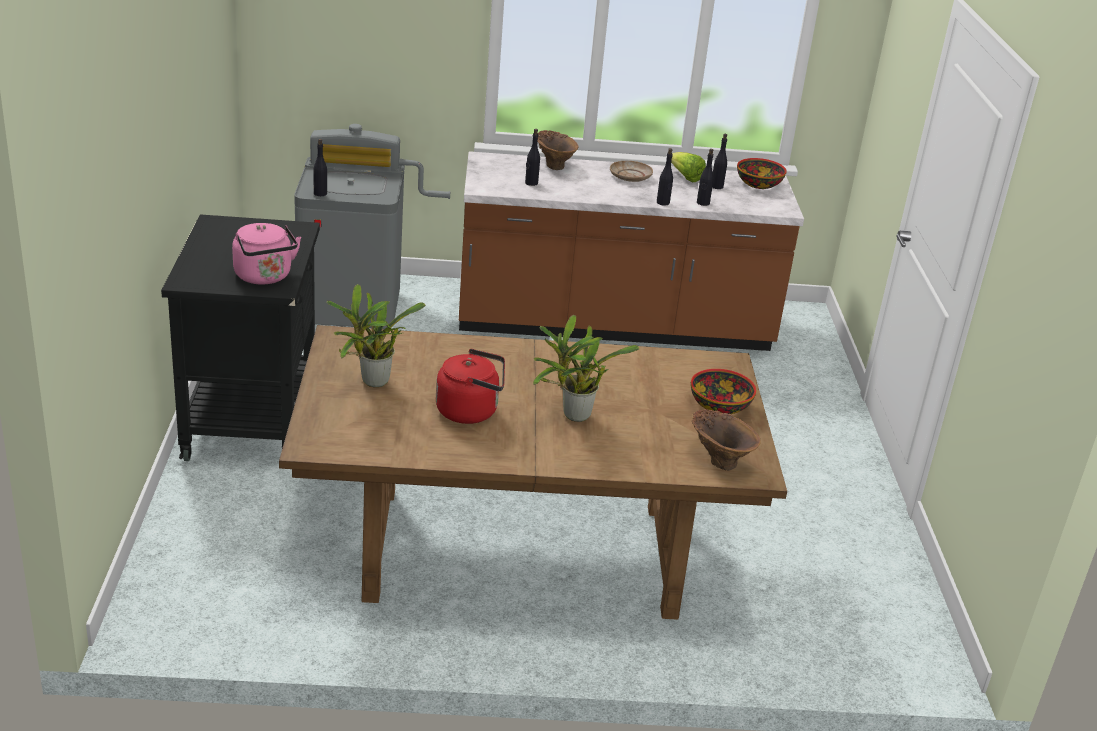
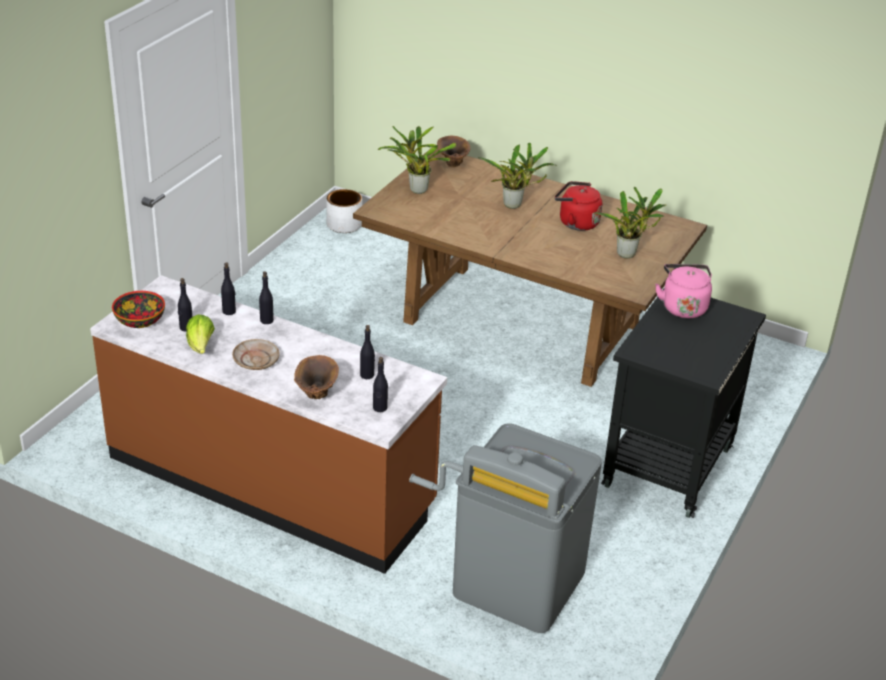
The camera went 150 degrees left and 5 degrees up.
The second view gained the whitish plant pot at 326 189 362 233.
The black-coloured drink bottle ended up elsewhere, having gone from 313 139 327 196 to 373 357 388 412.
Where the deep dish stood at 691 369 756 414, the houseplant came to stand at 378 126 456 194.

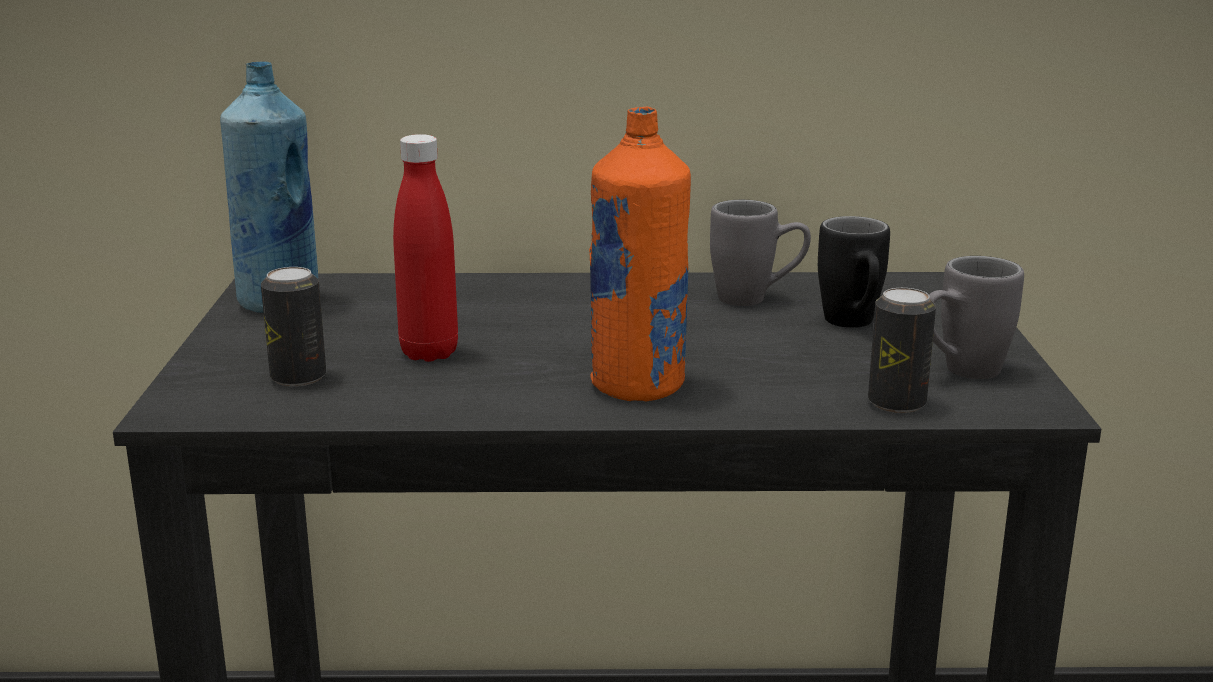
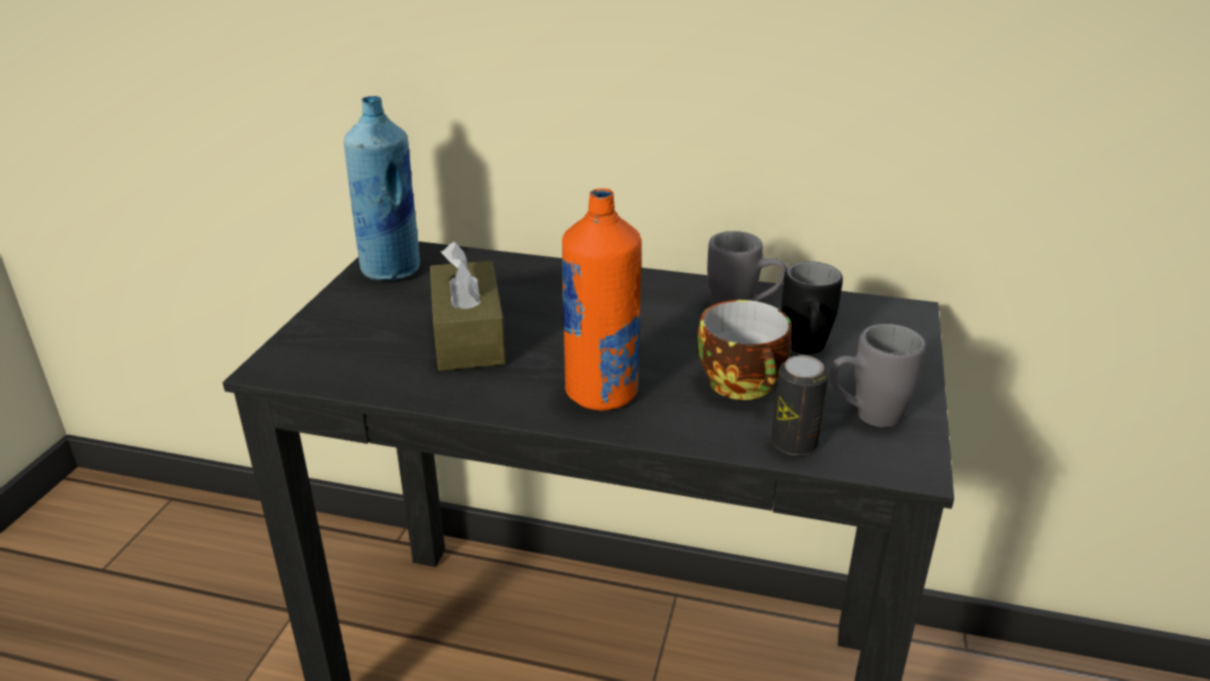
The camera went 15 degrees right and 10 degrees up.
Where the red drink bottle stood at 393 134 458 362, the brown-coloured tissue holder came to stand at 430 242 506 371.
The second view gained the drinking cup at 697 300 792 400.
The second view lost the can at 261 267 326 387.

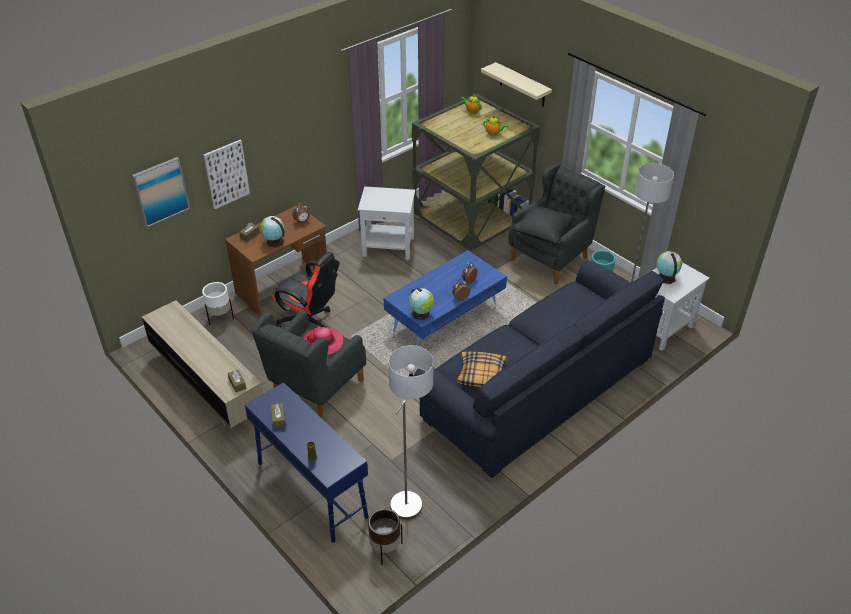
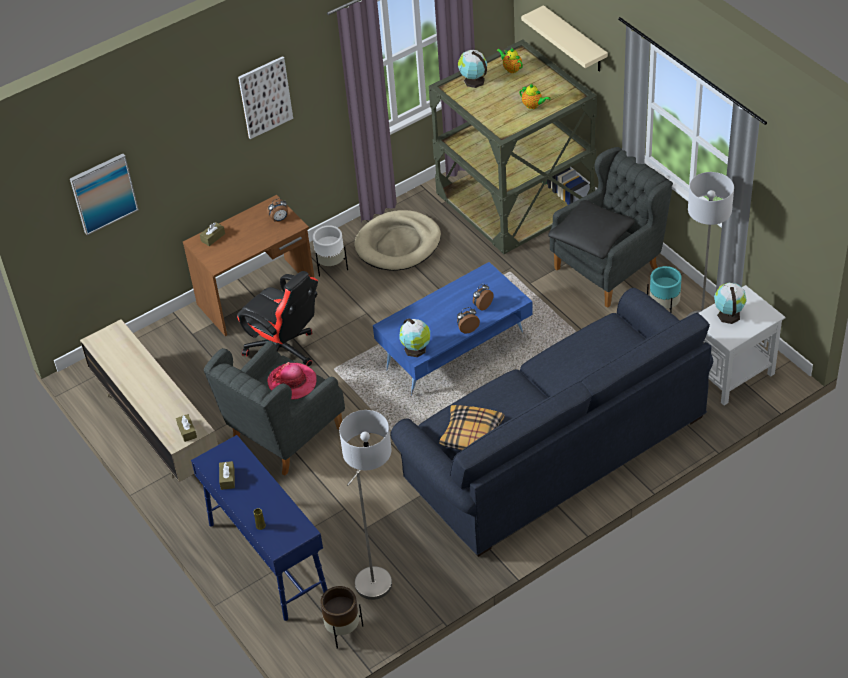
The camera went 10 degrees right and 5 degrees up.
The wall art ended up elsewhere, having gone from 203 140 250 209 to 238 56 293 139.
The whitish plant pot ended up elsewhere, having gone from 202 282 234 325 to 313 225 348 277.
Where the whitish end table stood at 358 186 415 260, the beige pet bed came to stand at 354 210 441 271.
The desk globe ended up elsewhere, having gone from 260 216 285 248 to 458 50 487 88.

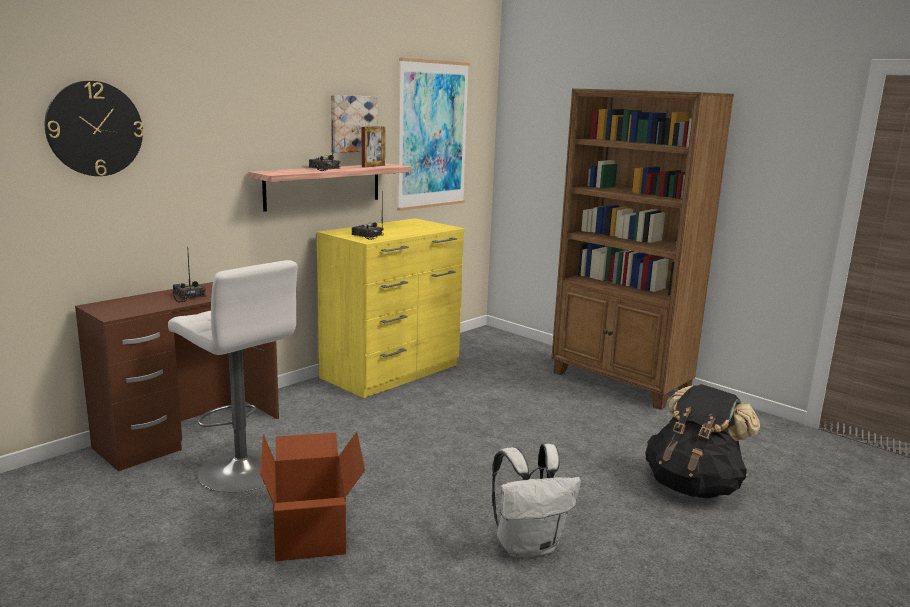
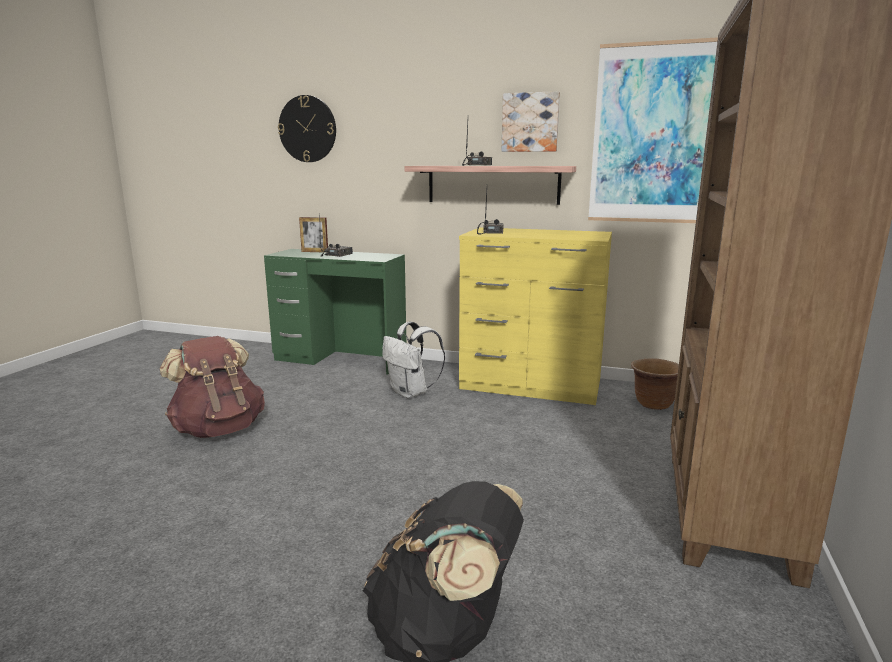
The camera went 65 degrees right and 0 degrees up.
Where the carton stood at 260 432 365 562, the brown-coloured knapsack came to stand at 160 336 265 438.
What was the brown-coloured desk unit at 75 282 279 472 turned into the greenish desk unit at 264 249 407 375.
The photo frame ended up elsewhere, having gone from 362 126 385 167 to 299 217 328 253.
The whitish knapsack ended up elsewhere, having gone from 492 444 581 558 to 382 322 445 398.
The second view gained the brown-coloured plant pot at 631 358 679 410.
The second view lost the whitish stool at 168 260 298 492.

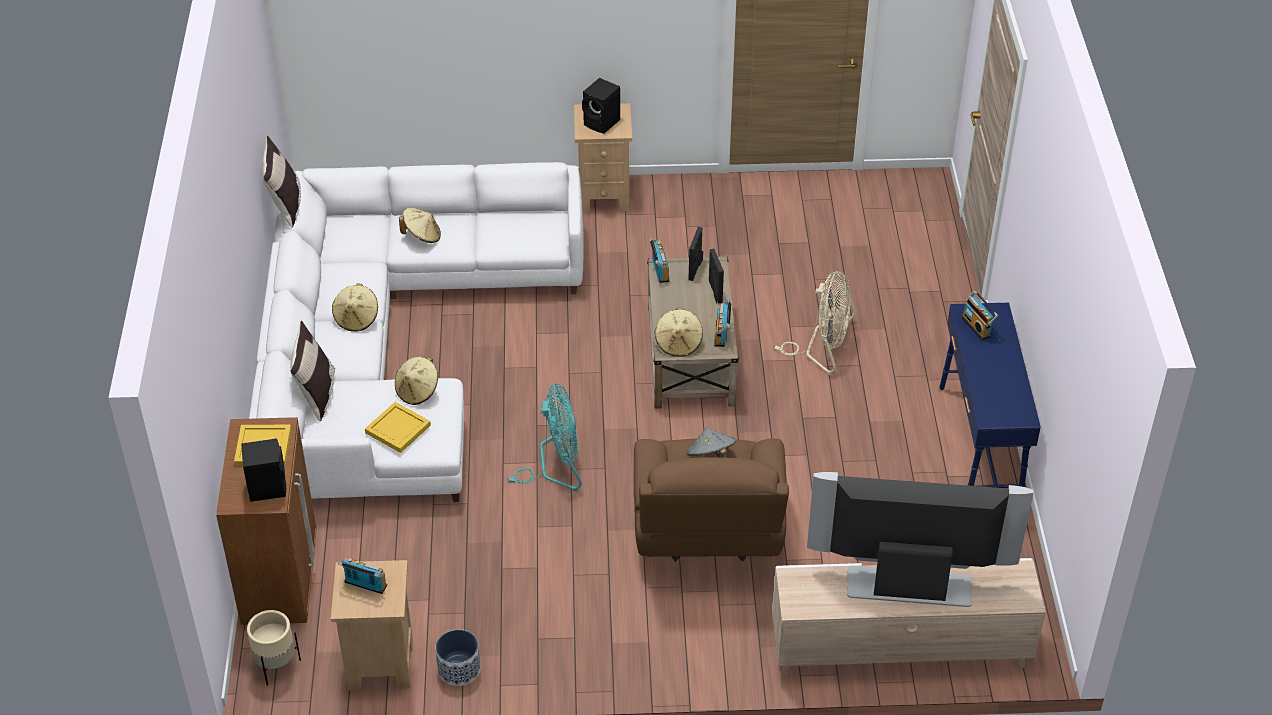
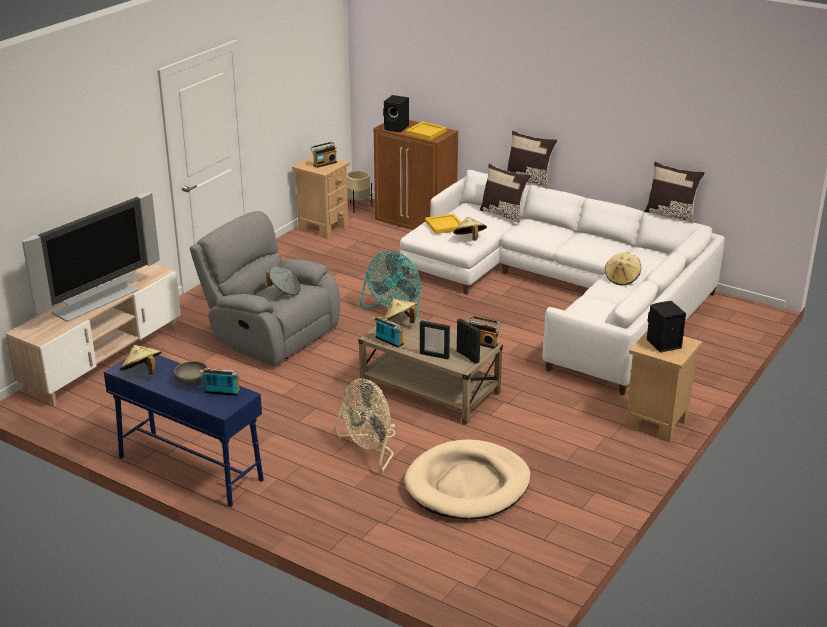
The camera went 125 degrees right and 15 degrees down.
The beige clothing hat ended up elsewhere, having gone from 332 283 378 332 to 120 345 162 375.
The second view gained the gray deep dish at 174 361 208 385.
What was the brown-coloured easy chair at 634 438 789 562 turned into the gray easy chair at 190 211 340 367.
The second view gained the beige pet bed at 404 439 531 519.
The second view gained the cushion at 507 131 557 188.
The second view lost the plant pot at 436 629 480 686.

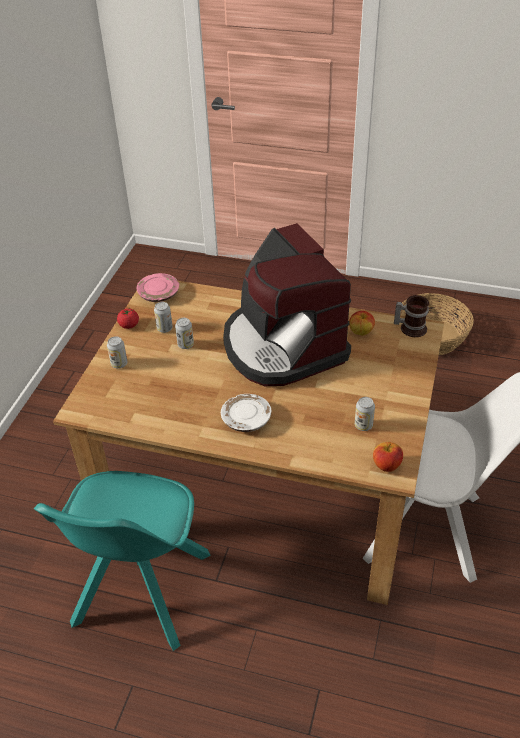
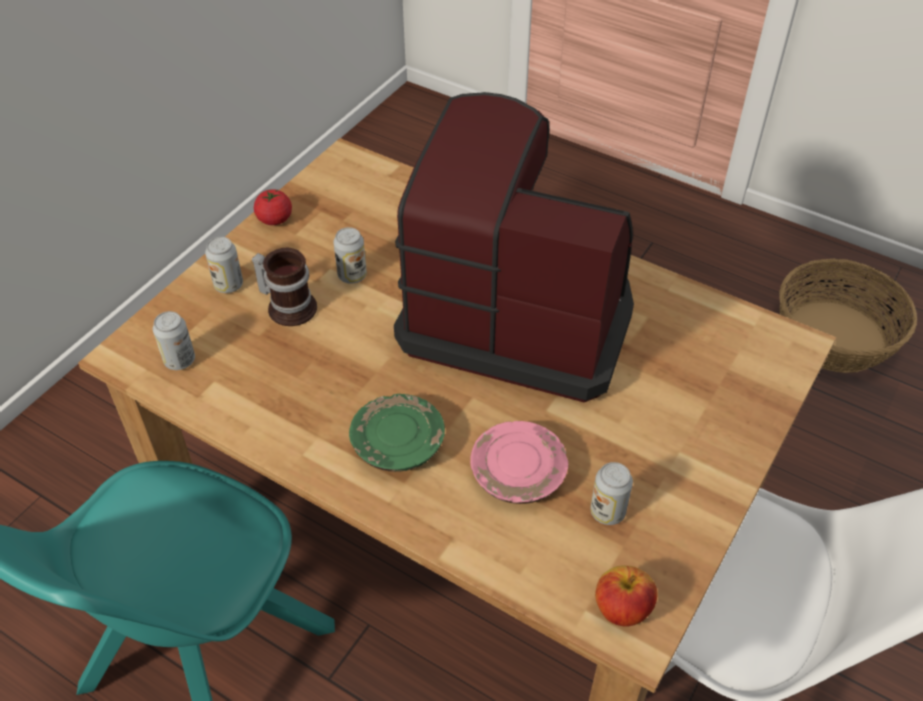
The camera went 15 degrees right and 5 degrees up.
The can ended up elsewhere, having gone from 154 302 173 333 to 153 311 195 370.
The coffee mug ended up elsewhere, having gone from 394 295 429 337 to 252 248 317 326.
What was the whitish plate at 221 394 271 432 turned into the greenish plate at 349 394 445 472.
The coffee machine at 223 223 351 386 ended up facing another way, 120 degrees clockwise from before.
The pinkish plate ended up elsewhere, having gone from 137 273 179 302 to 470 421 568 504.
The second view lost the whole apple at 349 311 375 336.

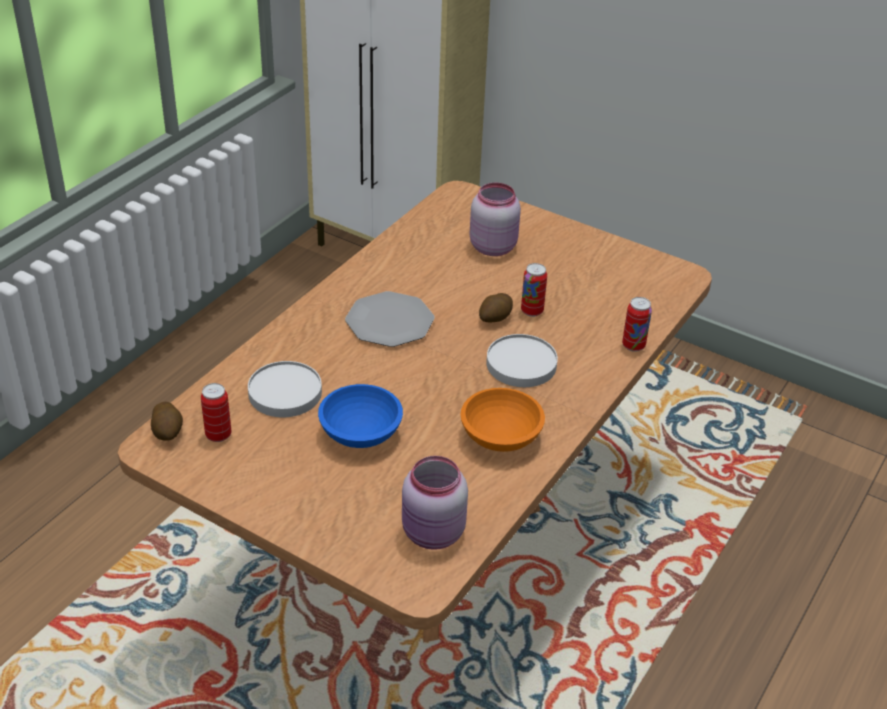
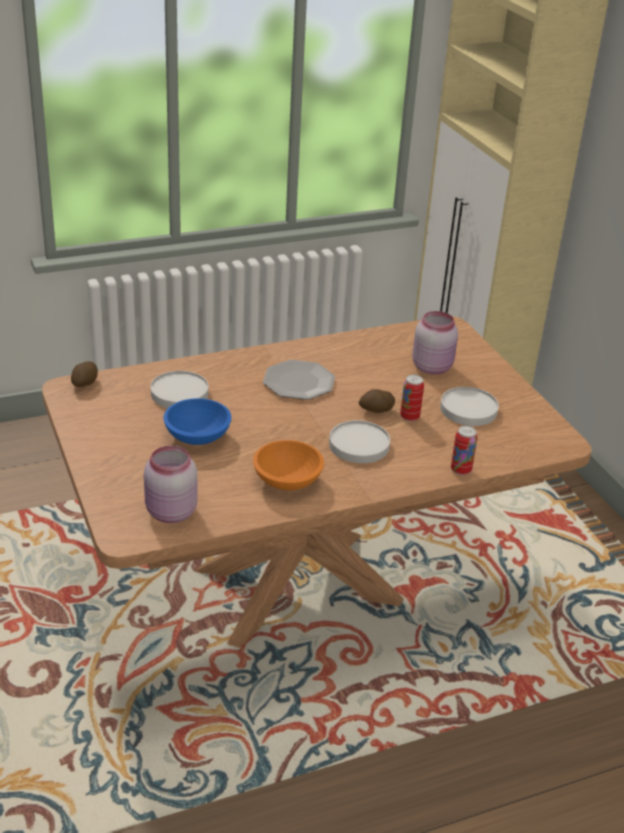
The camera went 35 degrees right and 5 degrees down.
The second view gained the whitish plate at 440 387 499 426.
The second view lost the can at 201 383 231 442.

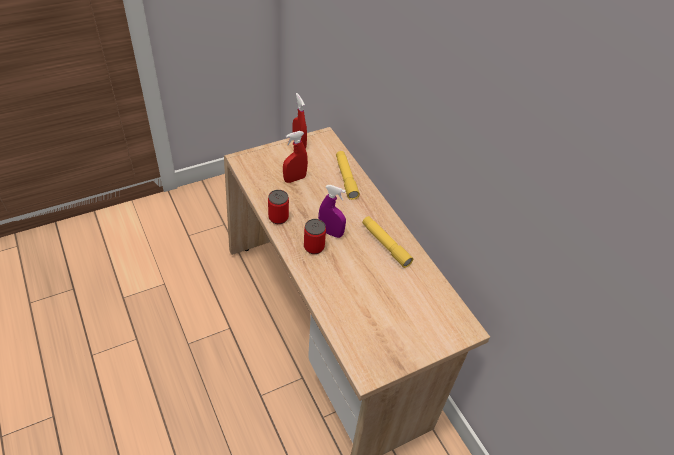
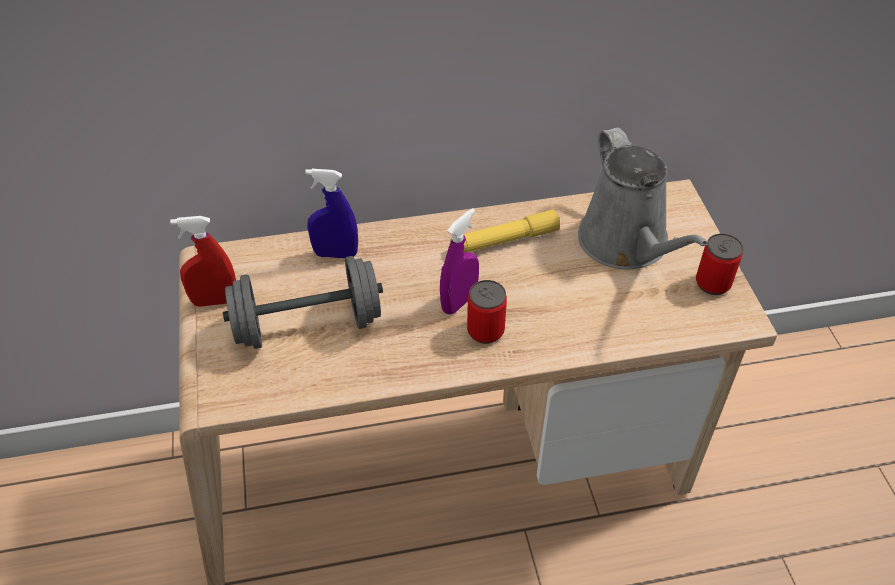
The camera went 70 degrees left and 0 degrees up.
Where the red sprayer stood at 283 131 308 183, the gray free weight came to stand at 223 256 383 349.
Where the yellow-coloured flashlight stood at 336 151 360 200, the blue sprayer came to stand at 305 169 358 258.
The second view gained the gray watering pot at 578 128 708 269.
The can ended up elsewhere, having gone from 268 190 289 224 to 696 233 743 295.

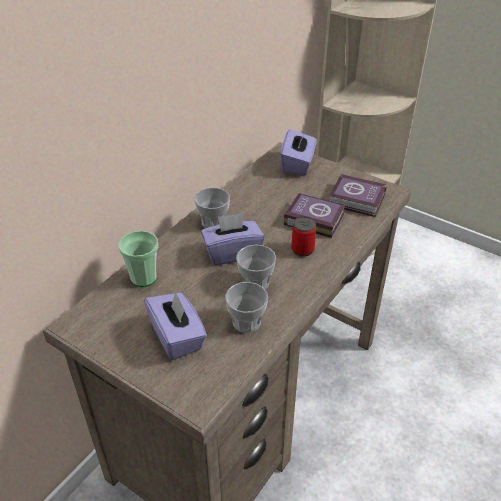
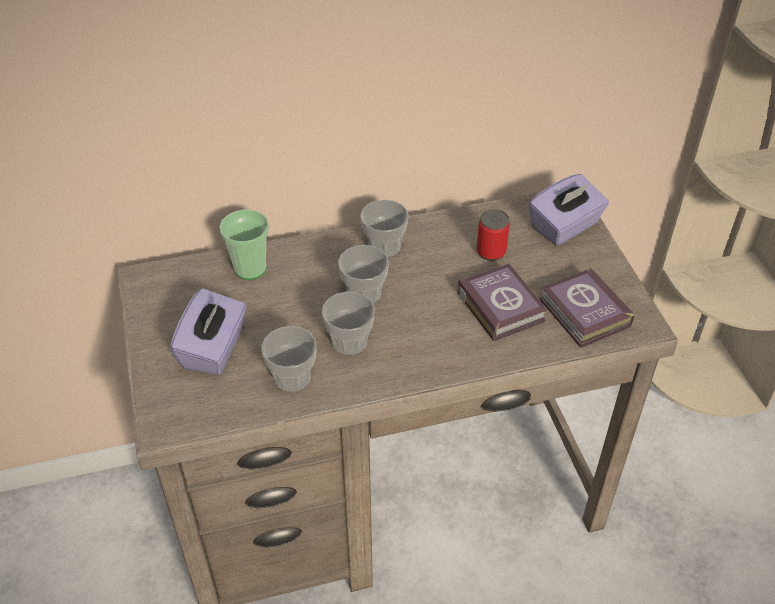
The camera went 40 degrees right and 5 degrees up.
Where the purplish tissue holder stood at 201 213 265 265, the drinking cup came to stand at 338 245 389 303.
The can ended up elsewhere, having gone from 291 216 316 257 to 477 209 510 261.

